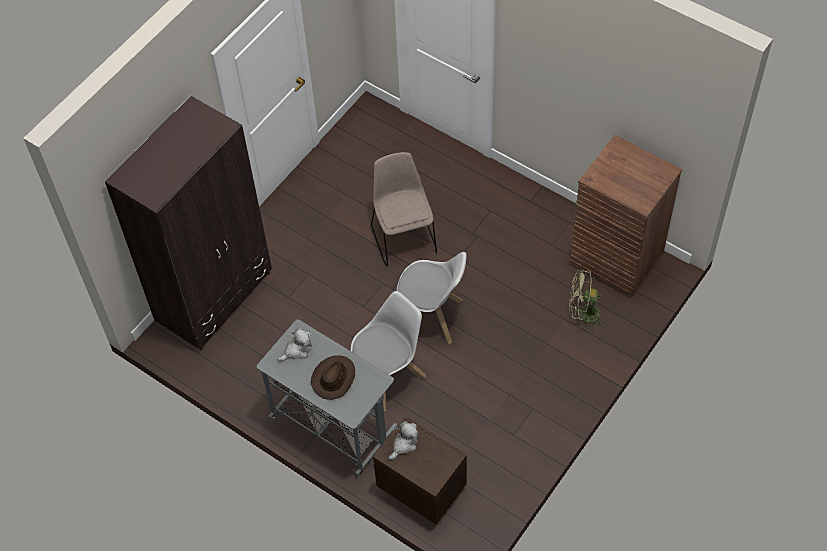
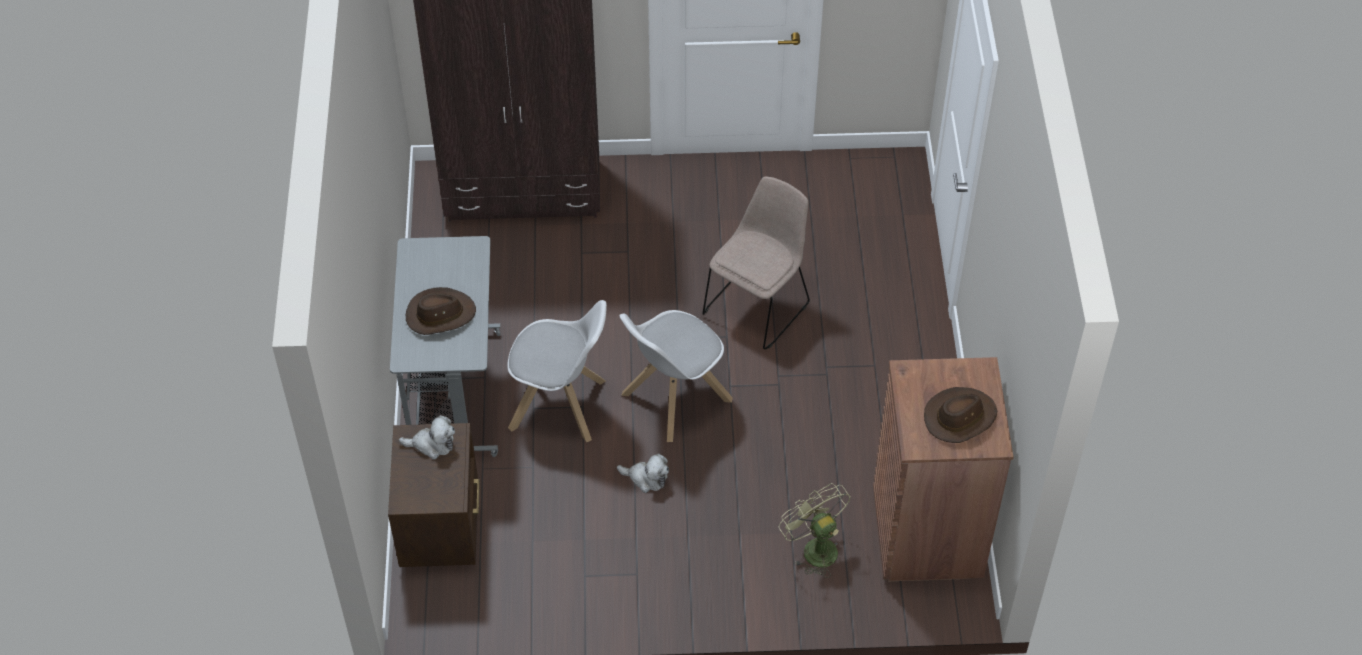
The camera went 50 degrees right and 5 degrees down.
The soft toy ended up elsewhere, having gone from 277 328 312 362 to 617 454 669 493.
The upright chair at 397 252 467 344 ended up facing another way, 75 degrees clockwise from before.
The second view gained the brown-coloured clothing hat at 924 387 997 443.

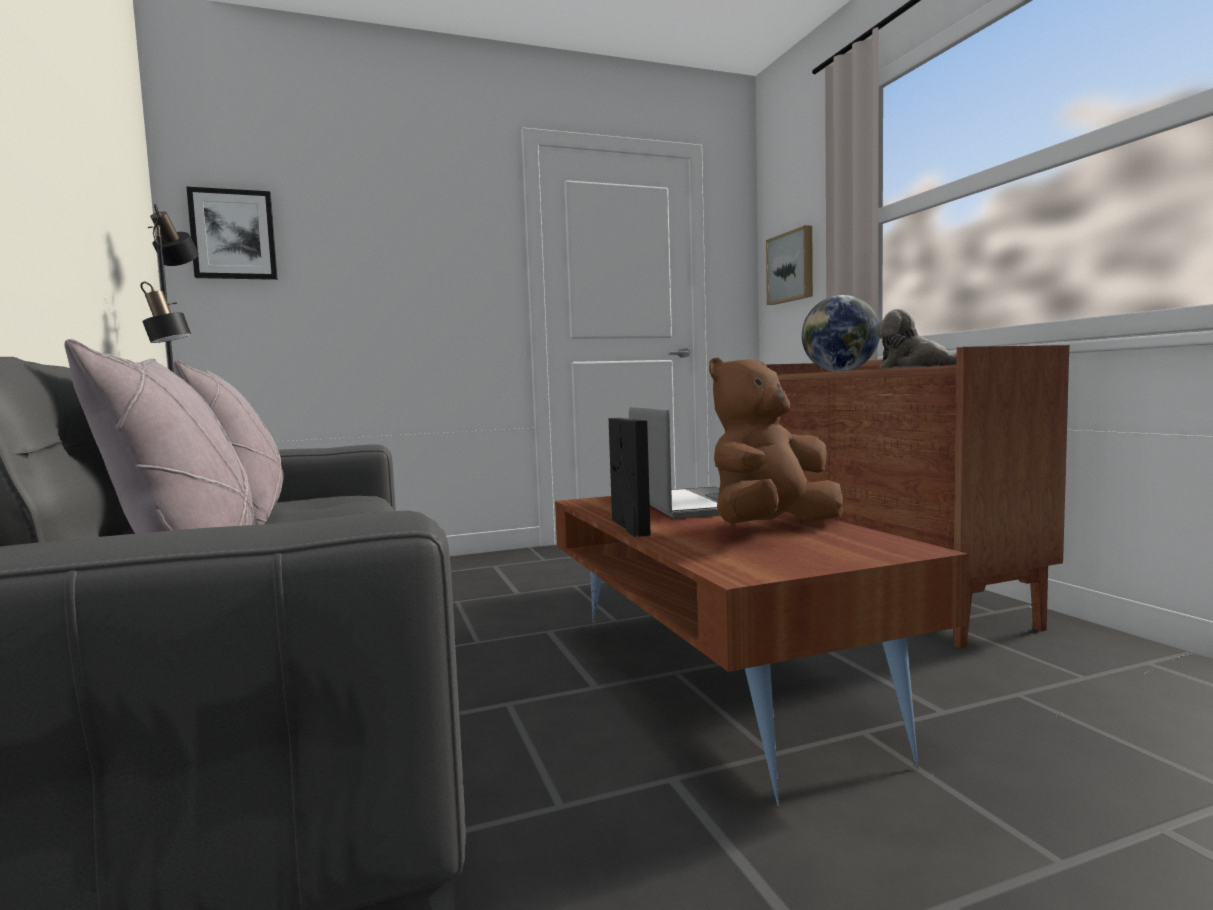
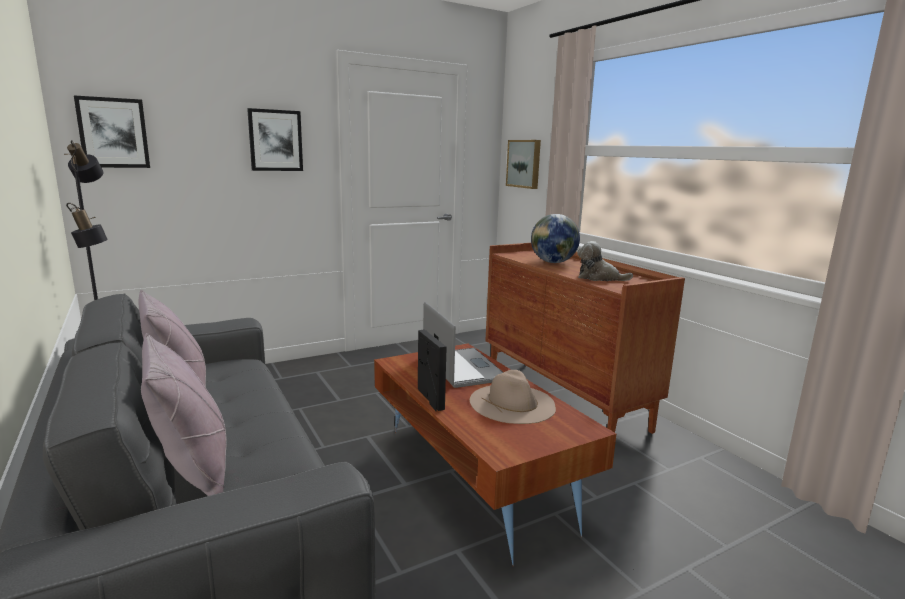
The camera went 10 degrees left and 10 degrees up.
The second view gained the wall art at 247 108 303 171.
Where the brown-coloured soft toy stood at 709 357 844 524, the beige clothing hat came to stand at 470 370 556 424.

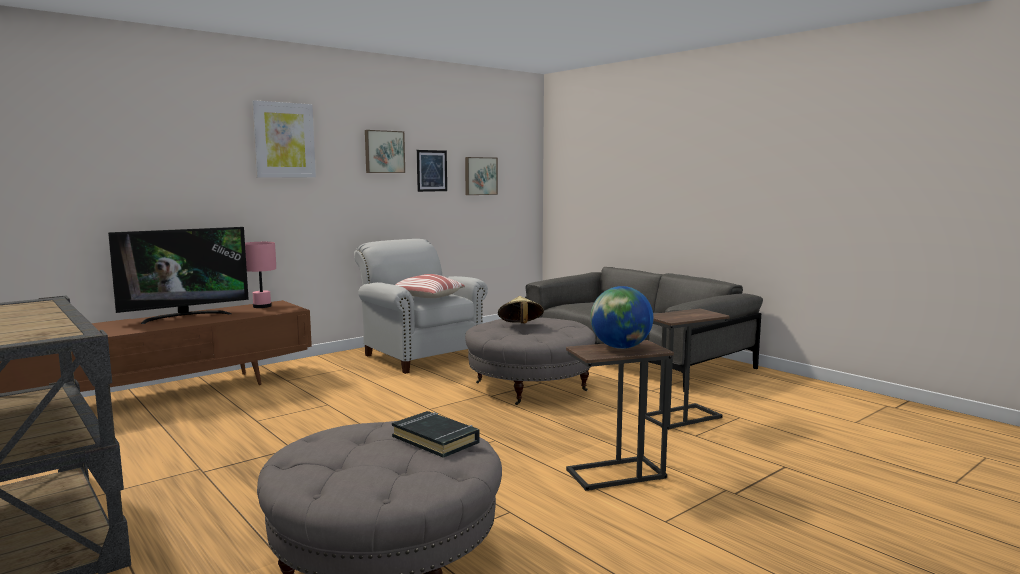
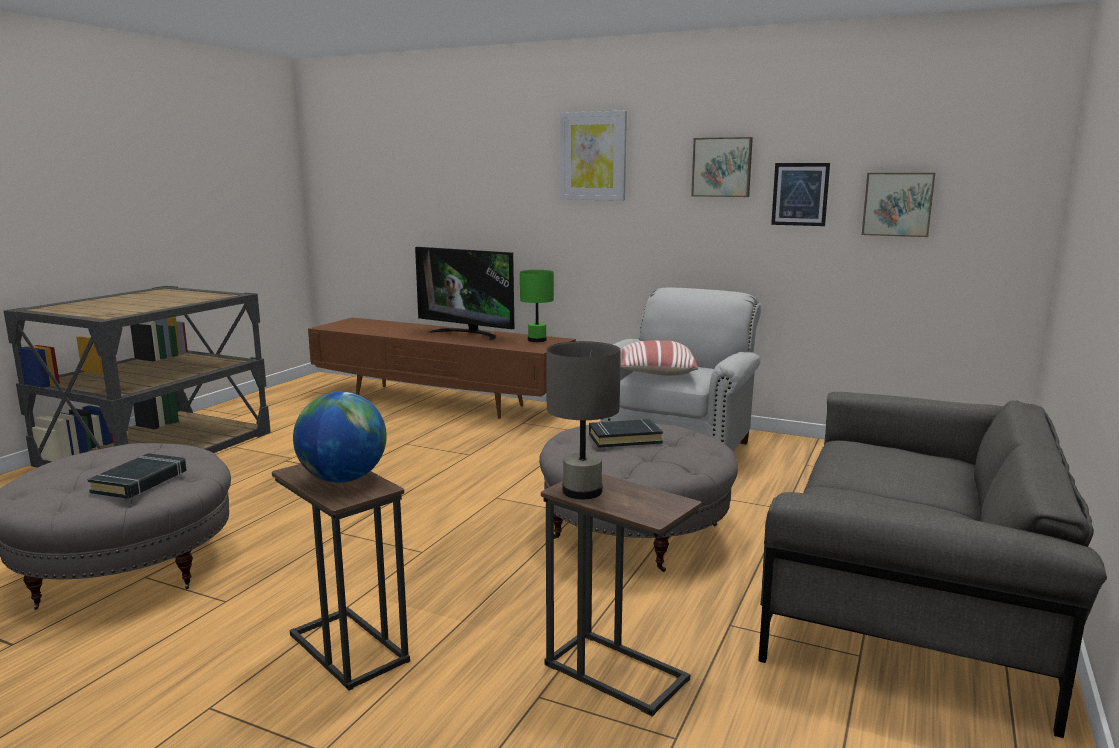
The camera went 65 degrees right and 5 degrees up.
What was the pinkish table lamp at 245 242 276 308 turned into the greenish table lamp at 520 270 554 342.
The second view gained the gray table lamp at 546 341 621 499.
Where the beige clothing hat stood at 498 296 544 323, the black-coloured bound book came to stand at 589 419 663 448.

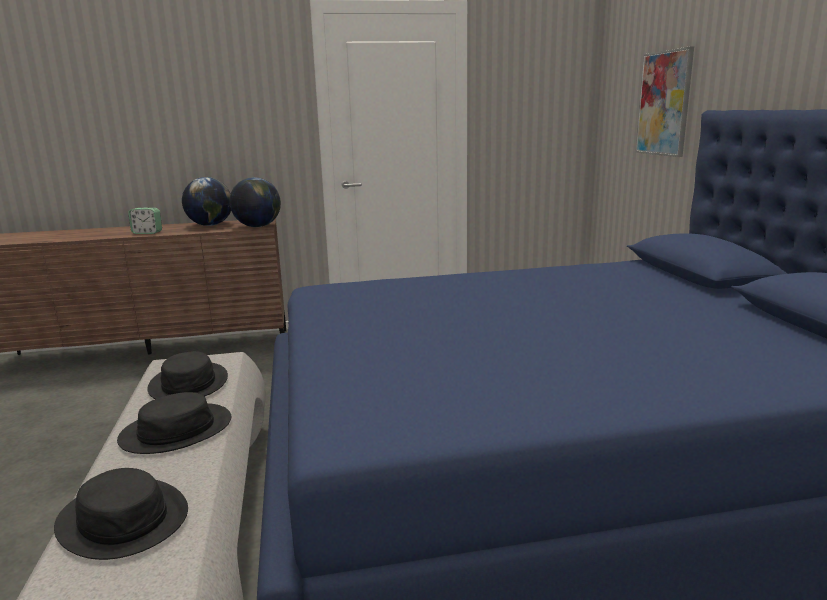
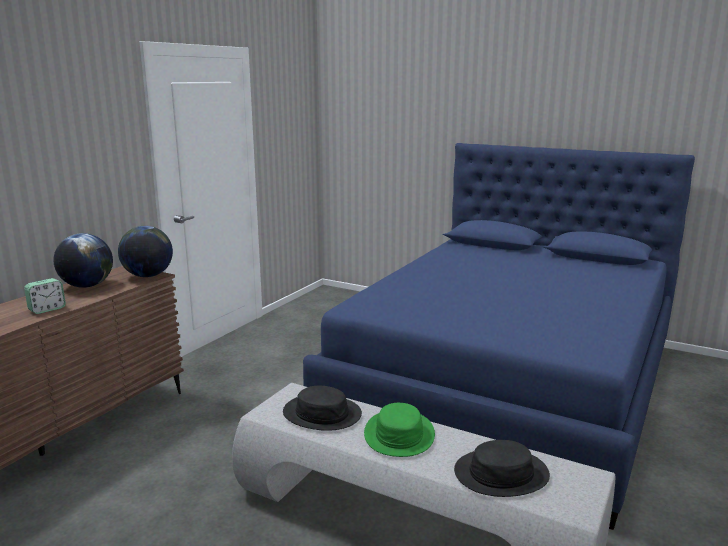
The camera went 50 degrees left and 0 degrees up.
What was the black-coloured clothing hat at 117 392 231 454 turned into the greenish clothing hat at 364 403 435 457.
The second view lost the wall art at 635 46 694 157.

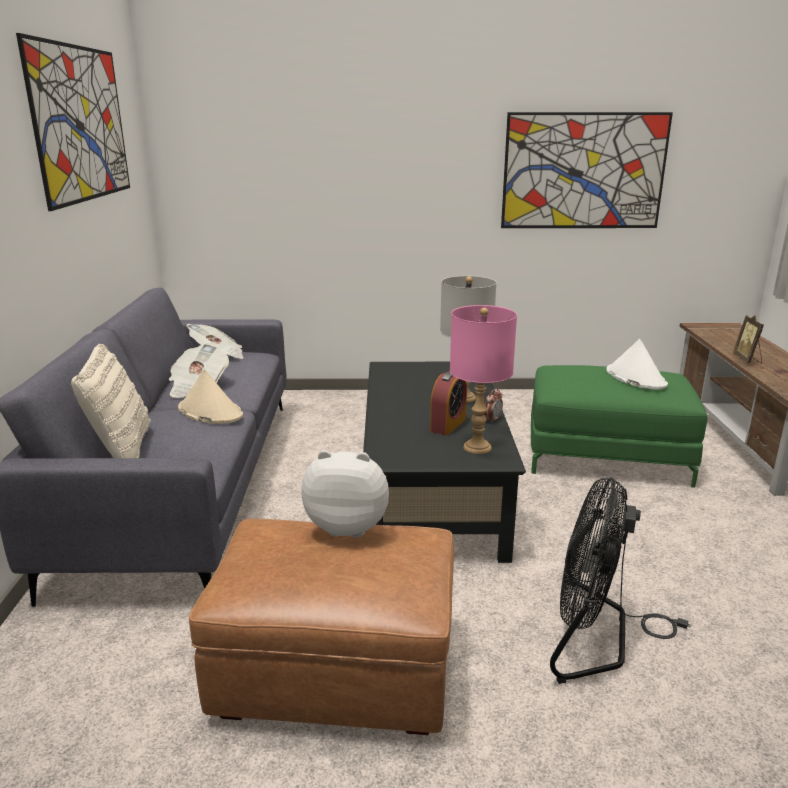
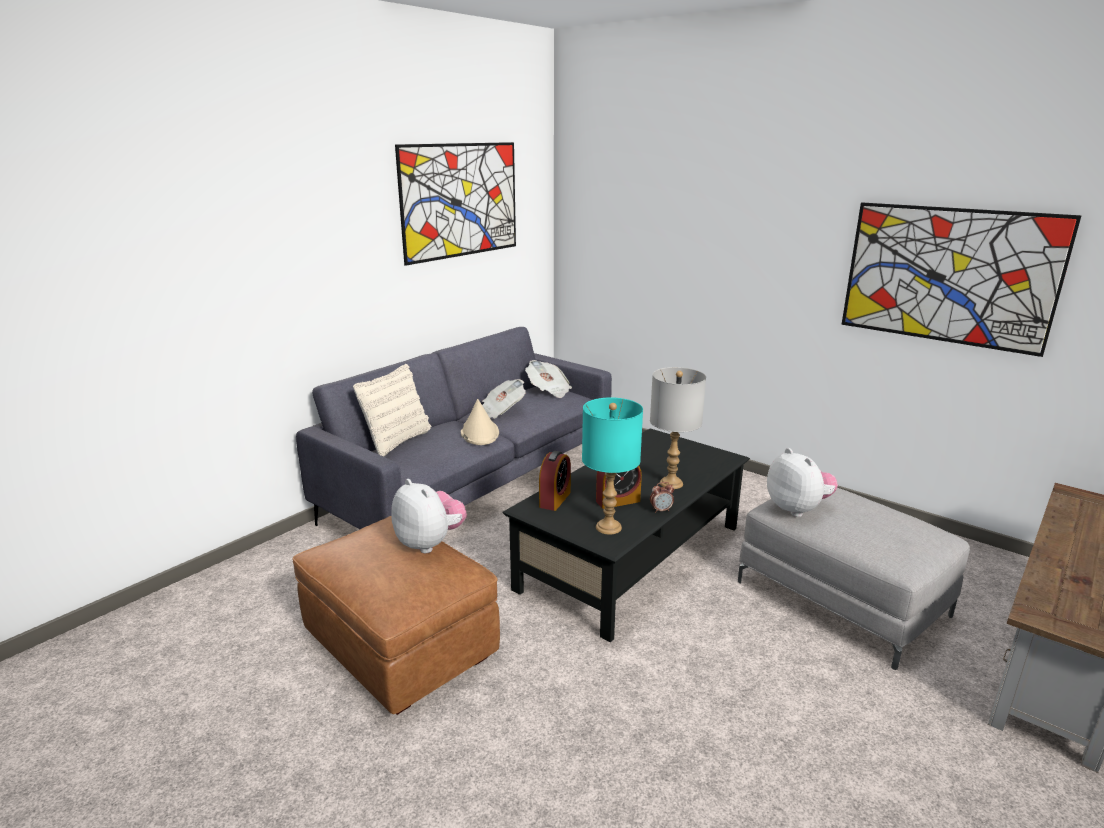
The camera went 40 degrees right and 0 degrees up.
The second view gained the bedside clock at 539 451 571 511.
What was the pinkish table lamp at 450 305 517 454 turned into the turquoise-coloured table lamp at 582 397 643 535.
What was the greenish footrest at 531 365 708 488 turned into the gray footrest at 738 488 970 670.
The second view gained the soft toy at 767 448 838 517.
The second view lost the black-coloured cooling fan at 550 477 691 684.
The second view lost the whitish clothing hat at 606 339 668 390.
The second view lost the photo frame at 733 315 764 363.

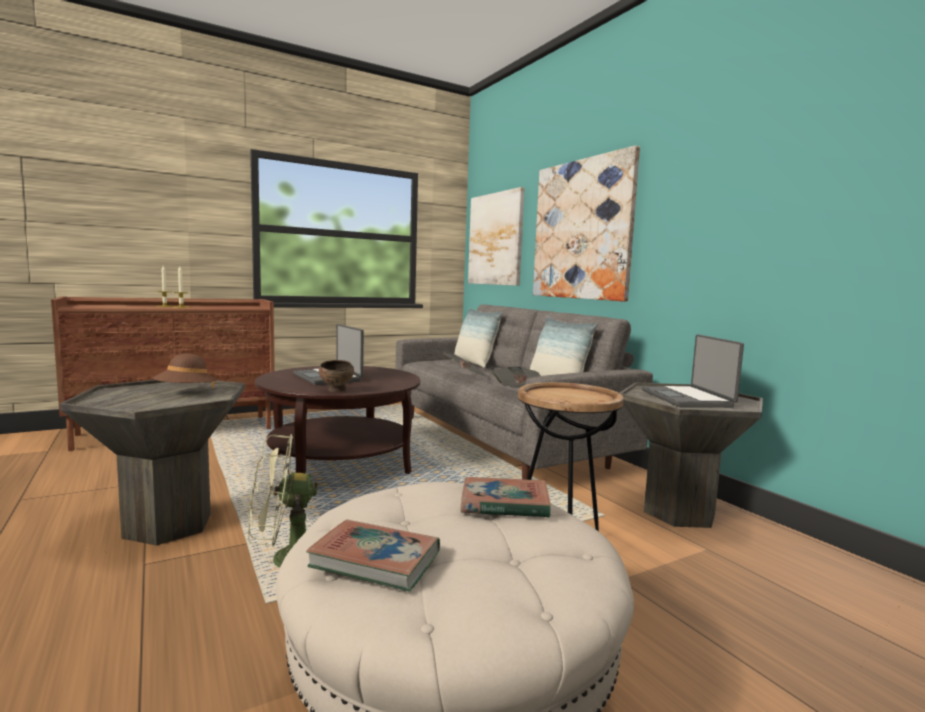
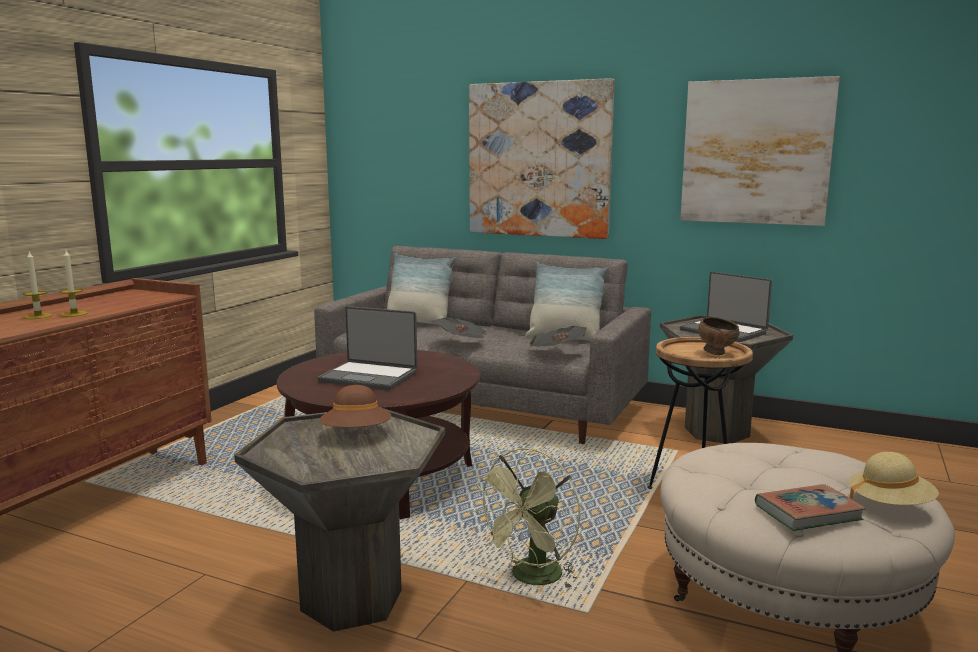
The camera went 35 degrees left and 5 degrees up.
The wall art ended up elsewhere, having gone from 468 187 525 286 to 680 76 840 226.
The brown-coloured deep dish ended up elsewhere, having gone from 319 360 354 392 to 698 317 740 355.
The second view gained the beige clothing hat at 849 452 939 505.
The second view lost the bound book at 461 477 551 518.

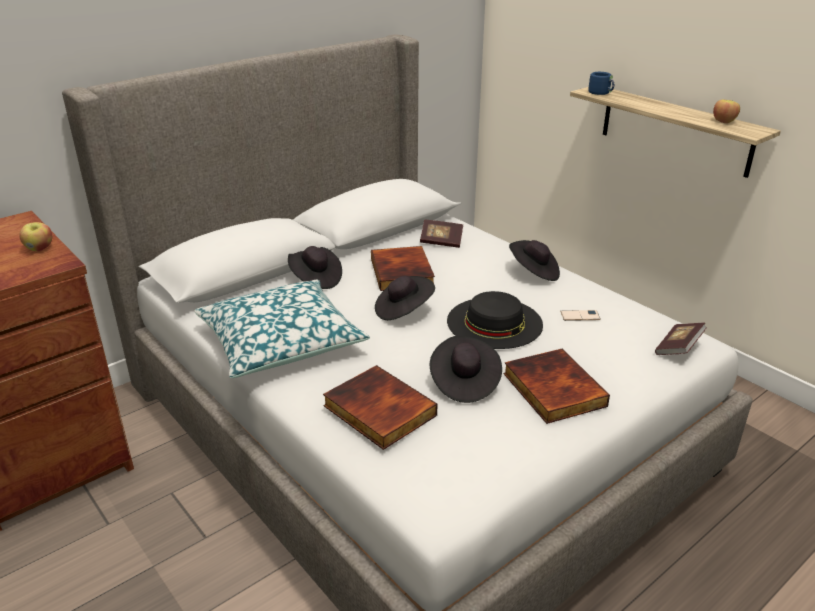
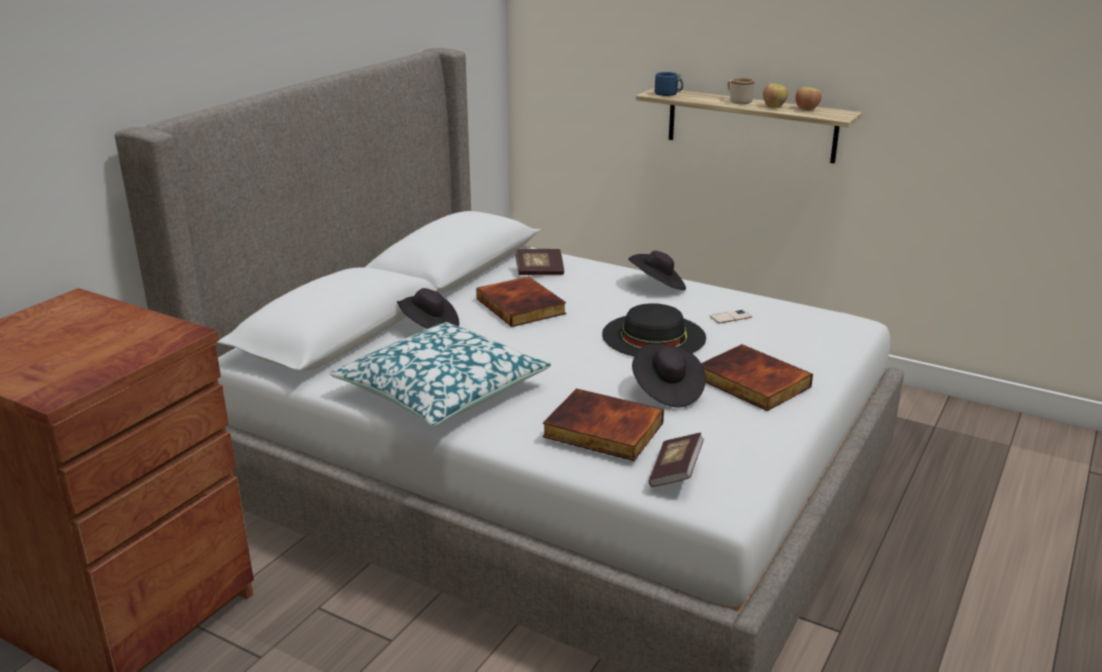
The camera went 20 degrees left and 5 degrees down.
The bound book ended up elsewhere, having gone from 655 322 707 355 to 649 433 704 487.
The second view gained the beige coffee mug at 728 78 755 104.
The whole apple ended up elsewhere, having gone from 19 222 52 251 to 763 83 788 107.
The second view lost the black-coloured clothing hat at 375 276 435 320.

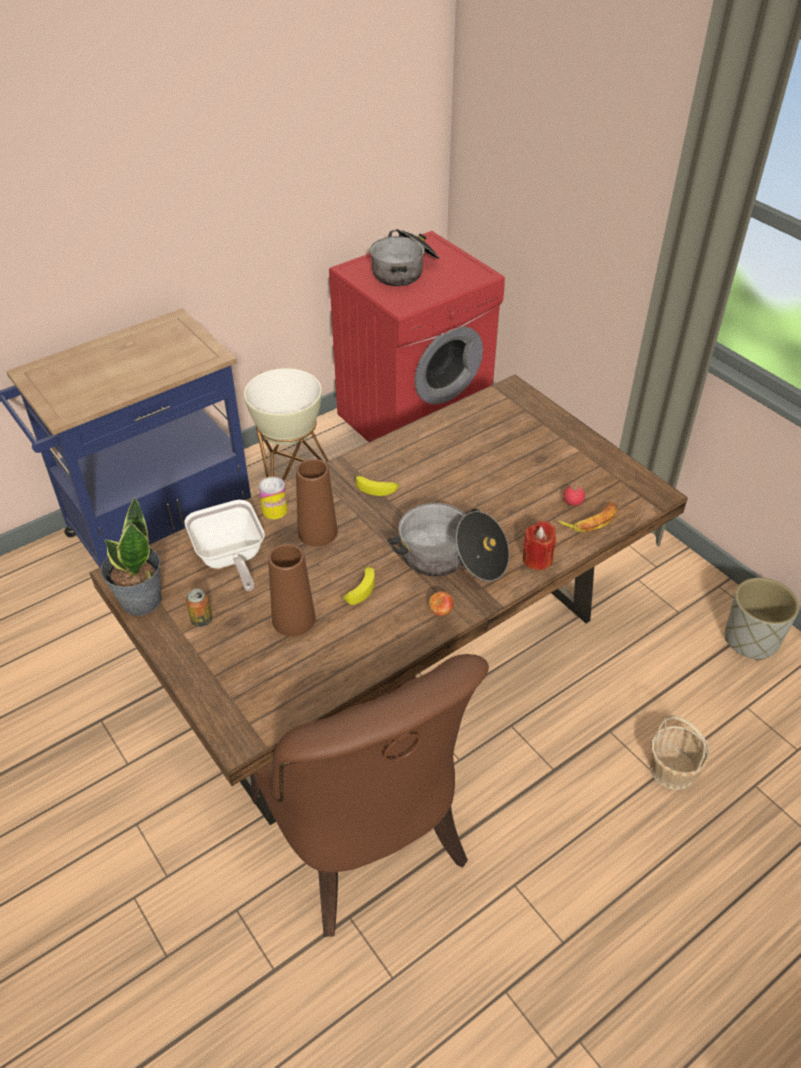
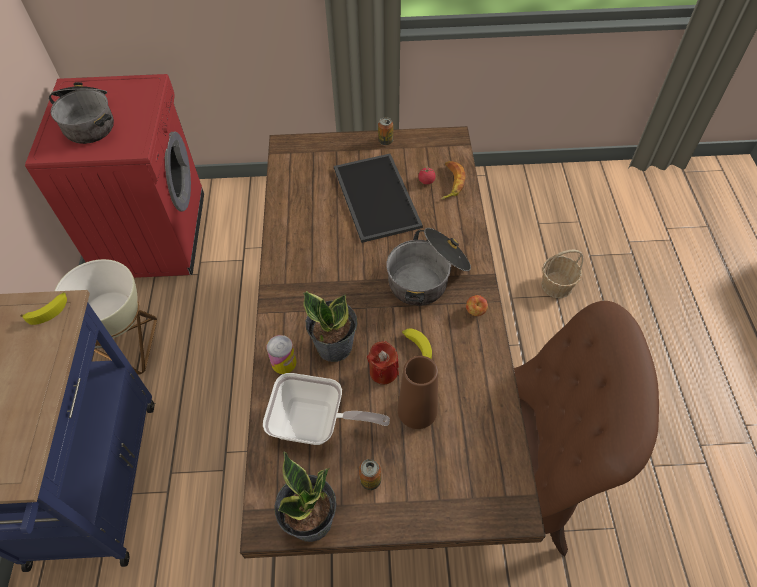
The camera went 55 degrees left and 10 degrees up.
The whole banana ended up elsewhere, having gone from 356 475 400 496 to 21 292 67 325.
Where the brown-coloured flower vase stood at 296 459 338 547, the houseplant came to stand at 303 291 357 362.
The second view gained the carrying tray at 334 154 423 243.
The red wax candle ended up elsewhere, having gone from 523 521 556 570 to 367 341 399 385.
The second view gained the can at 378 117 393 145.
The second view lost the gray plant pot at 725 578 799 661.

